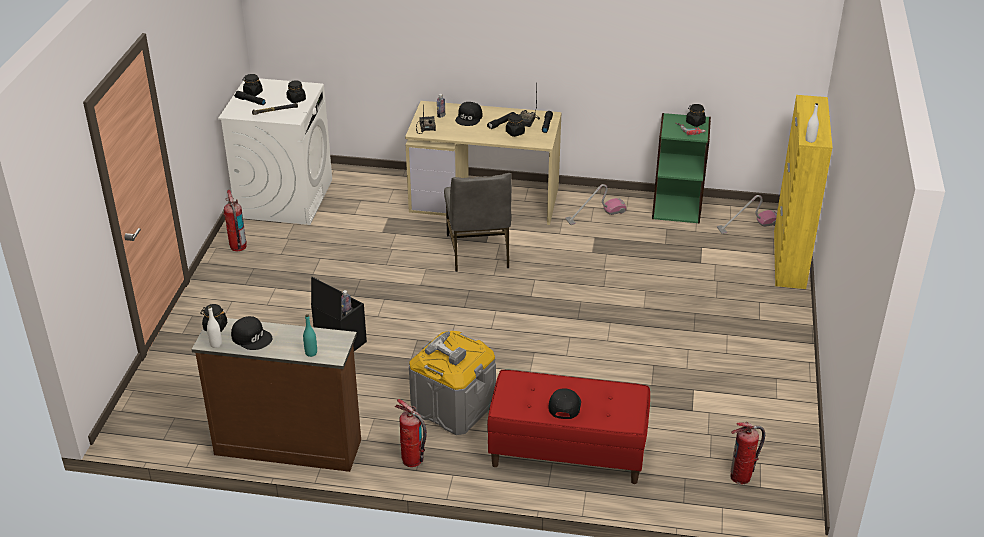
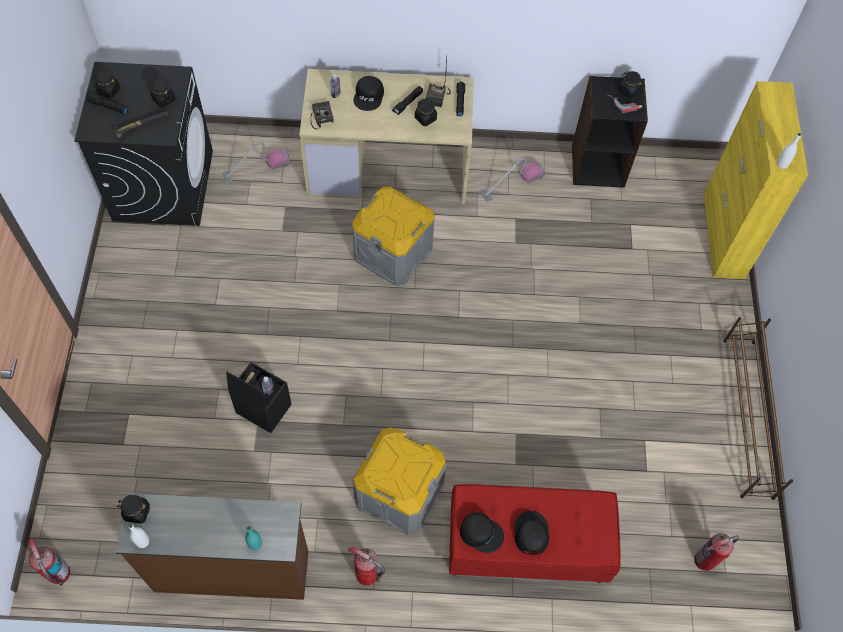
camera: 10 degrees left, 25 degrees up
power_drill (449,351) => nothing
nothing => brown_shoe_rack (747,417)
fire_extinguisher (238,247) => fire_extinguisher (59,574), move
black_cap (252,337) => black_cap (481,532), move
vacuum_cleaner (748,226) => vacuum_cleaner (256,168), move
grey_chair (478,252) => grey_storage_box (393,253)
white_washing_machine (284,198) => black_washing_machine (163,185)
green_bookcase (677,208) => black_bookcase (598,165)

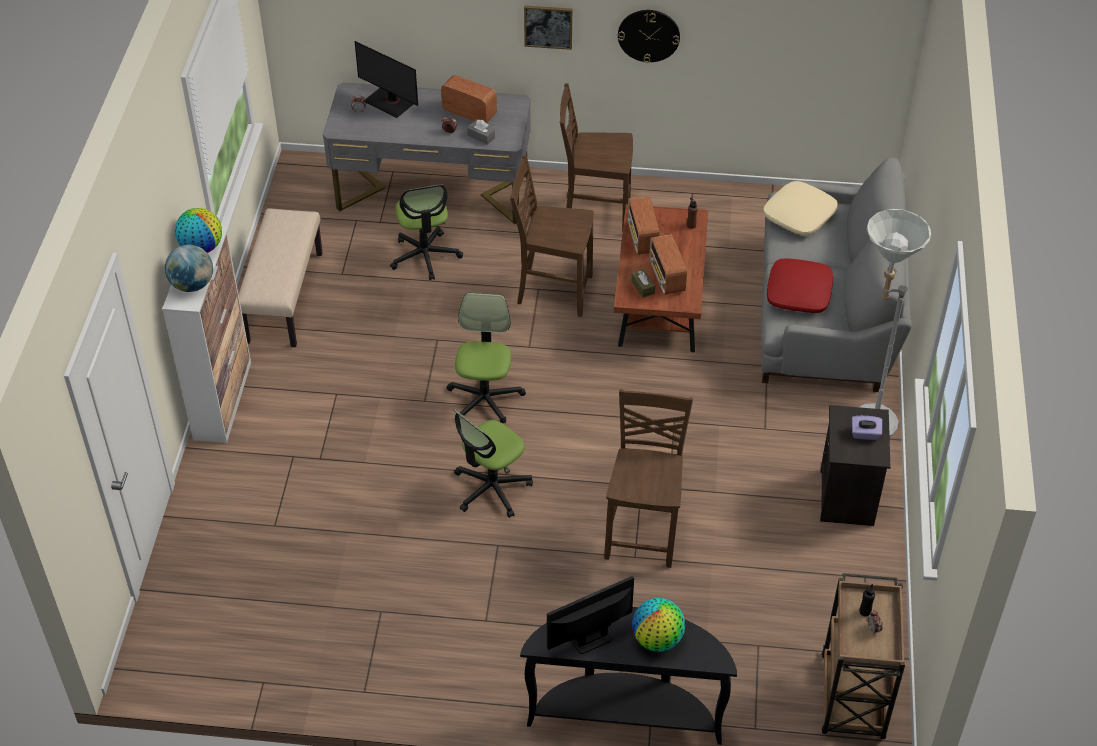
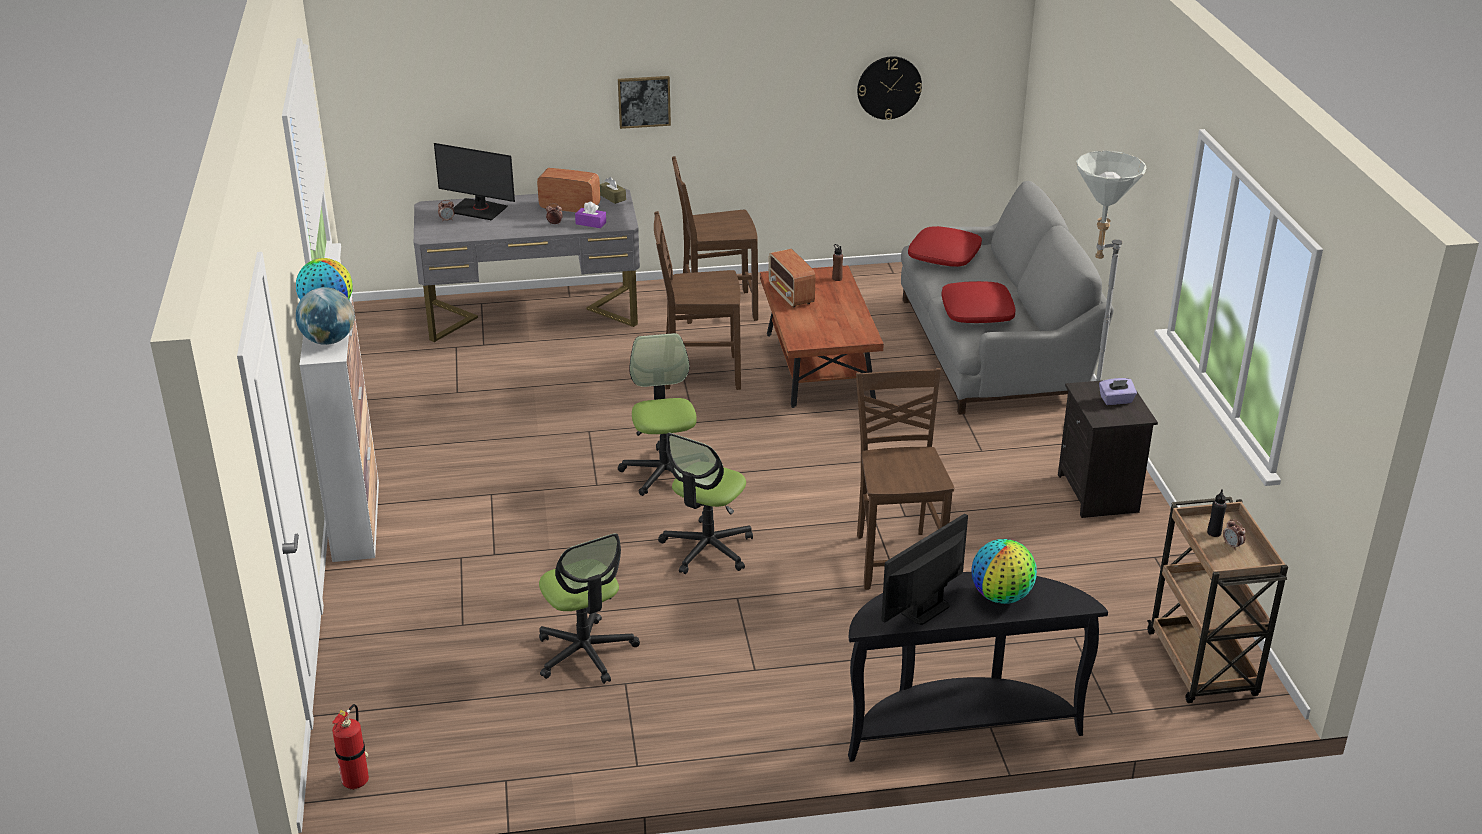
camera: 15 degrees left, 15 degrees down
beige_bench (283,297) => nothing
radio (667,278) => nothing
nothing => fire_extinguisher (357,780)
office_chair (425,256) => office_chair (585,653), move
wall_clock (648,35) => wall_clock (889,87), move
brown_tissue_box (643,287) => brown_tissue_box (612,197), move
grey_tissue_box (481,136) => purple_tissue_box (591,223)
beige_pillow (799,215) => red_pillow (944,256)

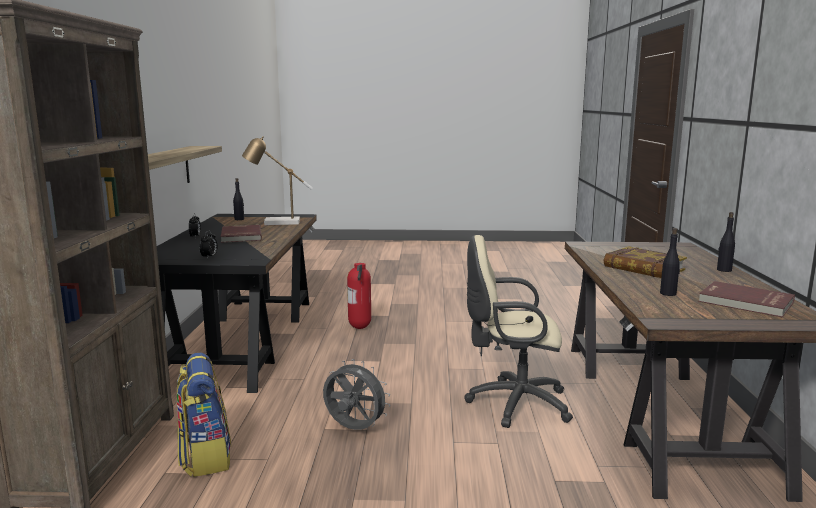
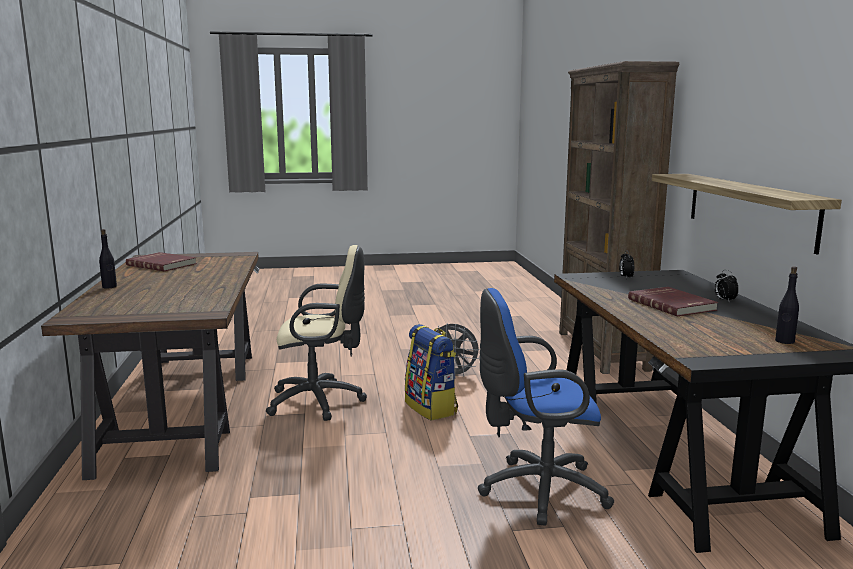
camera: 170 degrees right, 0 degrees up
table_lamp (276,223) => nothing
book (643,268) => nothing
black_bottle (668,293) => nothing
backpack (205,457) => backpack (432,408), move
fire_extinguisher (360,328) => blue_office_chair (536,490)

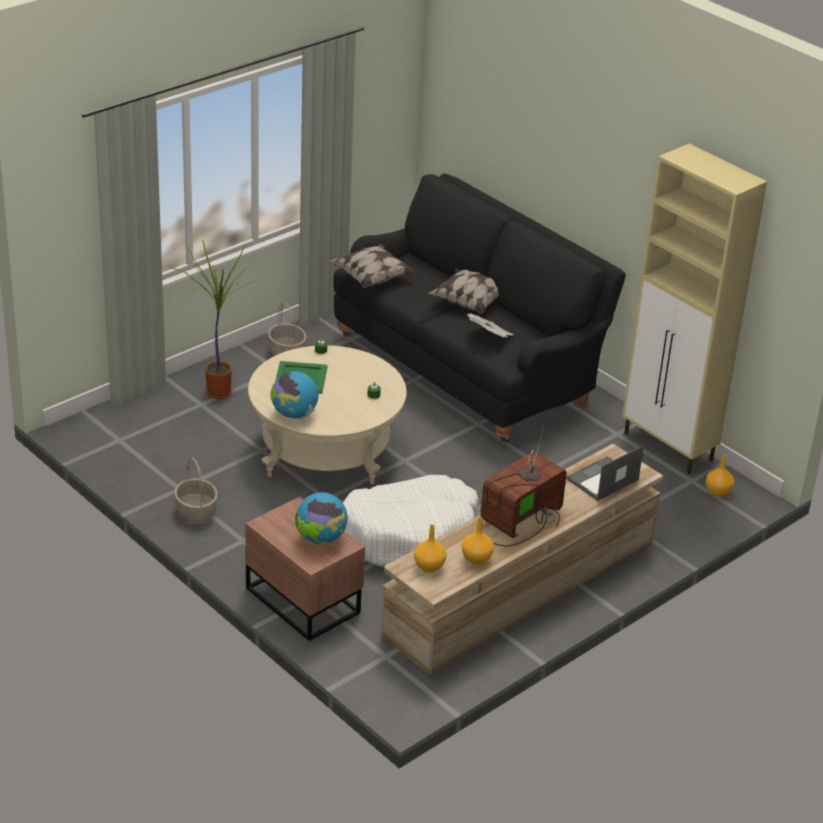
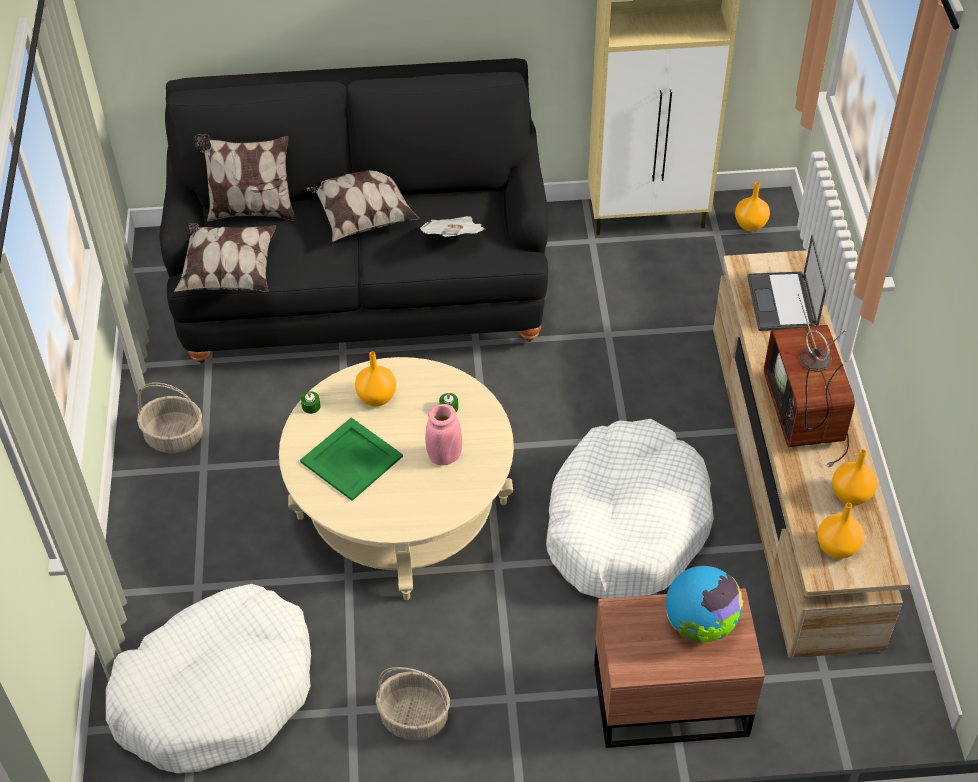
camera: 50 degrees left, 15 degrees up
potted_plant (216,392) => nothing
globe (294,414) => nothing
nothing => white_dog_bed (217,691)
nothing => pillow (251,211)
nothing => orange_vase (377,397)
nothing => pink_vase (444,456)

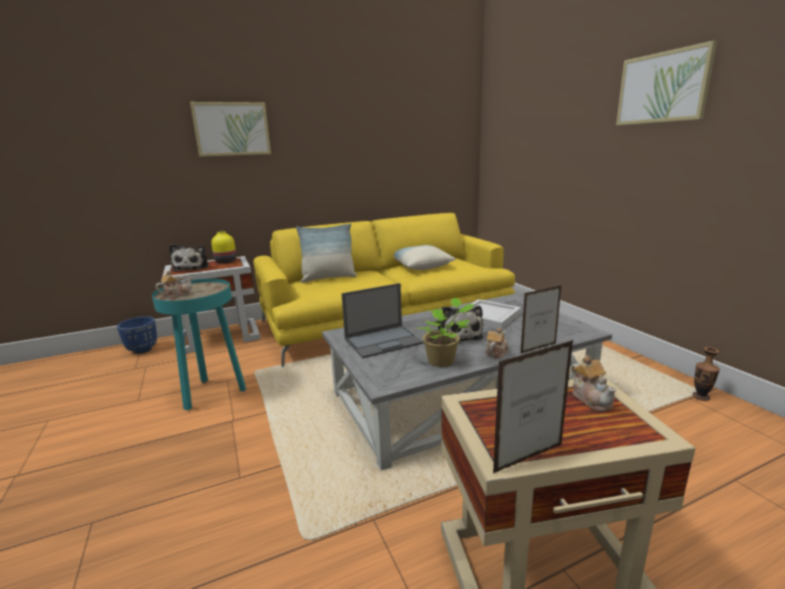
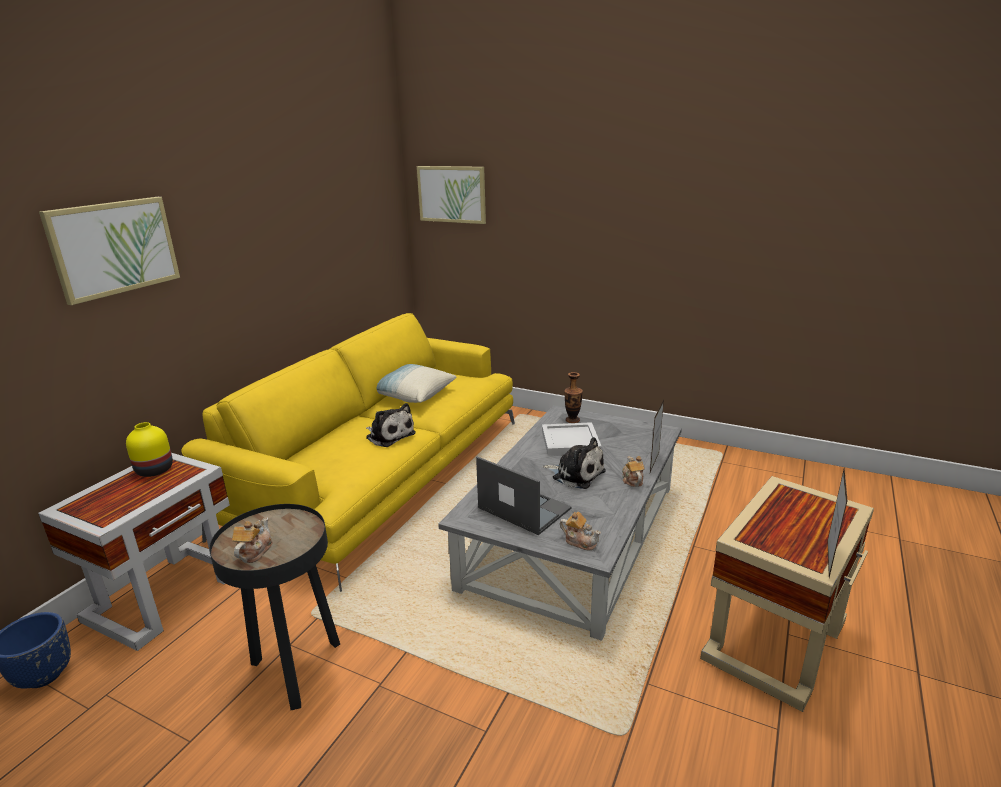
camera: 40 degrees left, 5 degrees up
pillow (328,278) => nothing
potted_plant (443,361) => nothing
plush_toy (192,267) => plush_toy (389,435), move
teapot (591,399) => teapot (580,541), move
picture (662,88) => picture (452,194), move
vase (701,397) => vase (572,420), move
turquoise_side_table (212,393) => black_side_table (295,671)
laptop (384,341) => laptop (523,508), 75 degrees counterclockwise

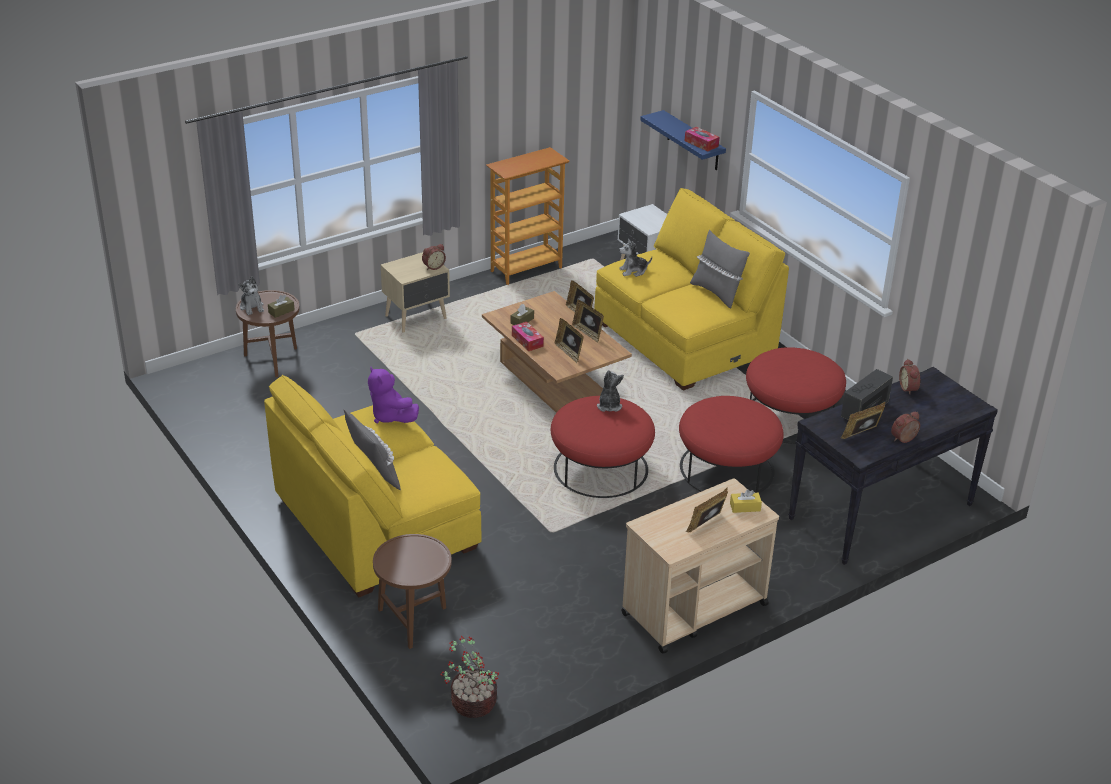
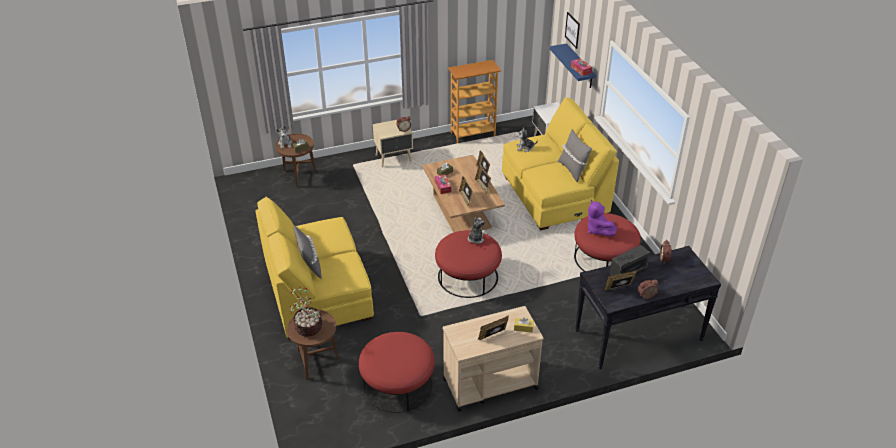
camera: 15 degrees right, 5 degrees up
nothing => picture (572,30)
purple_plush_toy (390,416) => purple_plush_toy (598,230), move
potted_plant (472,702) => potted_plant (308,327), move
red_ottoman (727,469) => red_ottoman (398,385), move

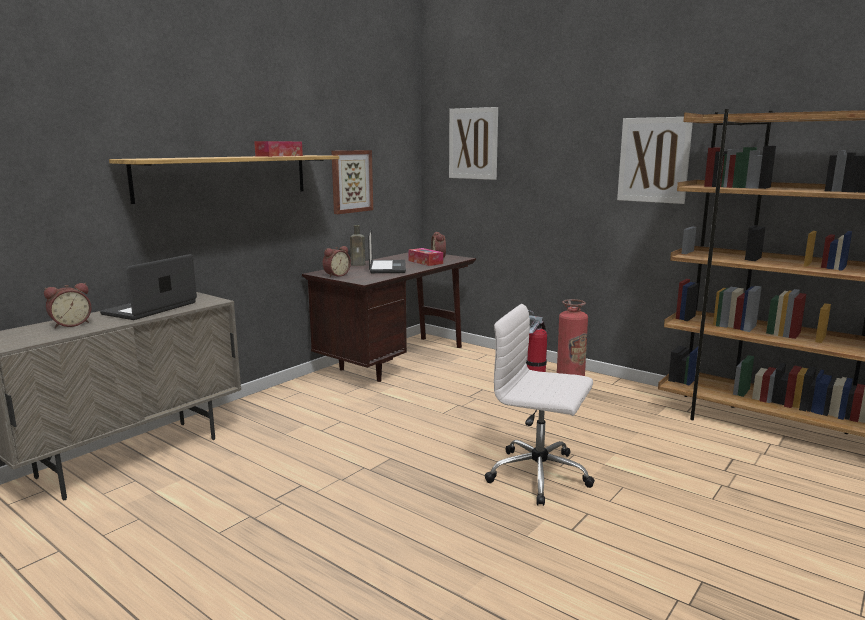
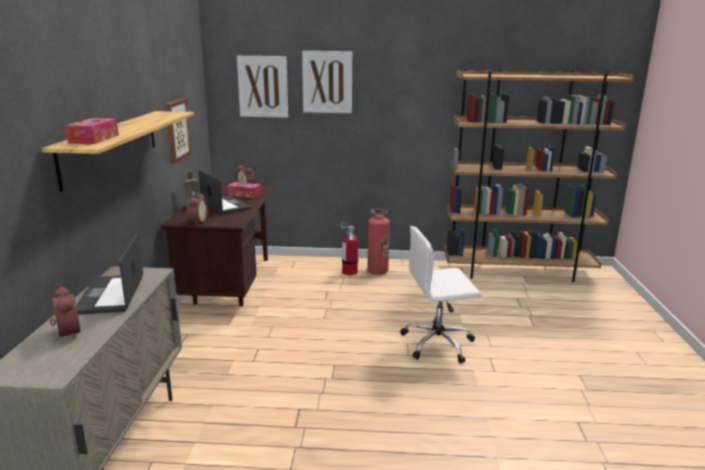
camera: 35 degrees left, 5 degrees up
tissue_box (279,156) => tissue_box (94,139), move
picture (654,160) => picture (327,82), move
alarm_clock (70,324) => alarm_clock (66,333), 45 degrees counterclockwise

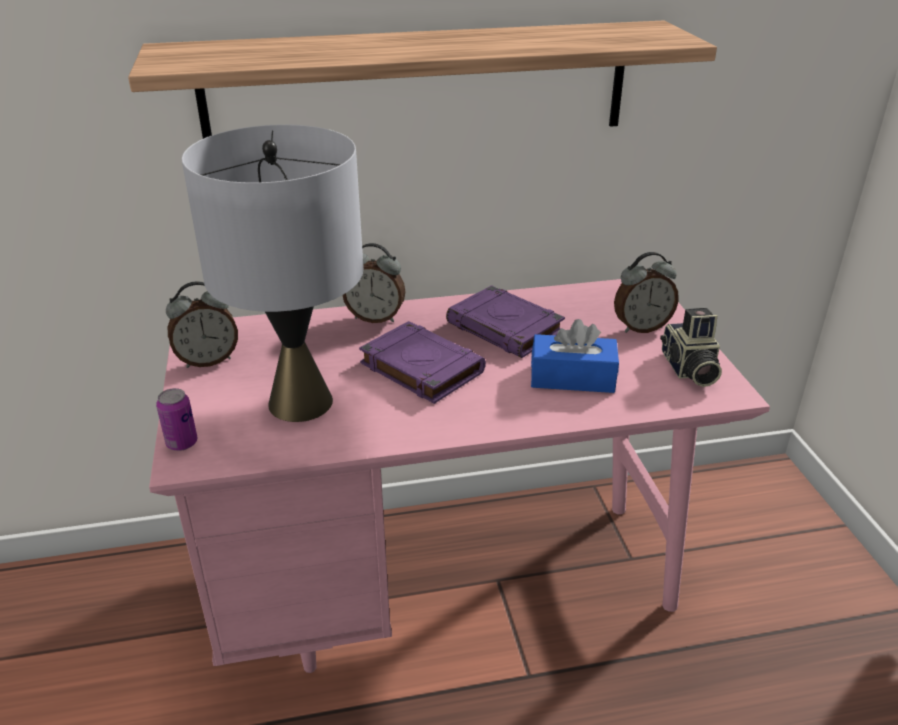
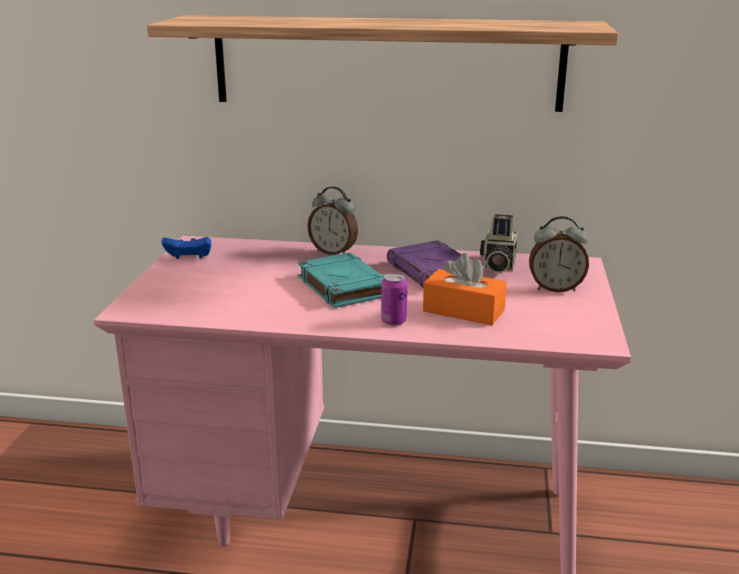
camera: 20 degrees right, 10 degrees down
grey_table_lamp (301,402) => nothing
can (182,443) => can (393,321), move
photo_camera (688,369) => photo_camera (497,265), move
alarm_clock (208,360) => blue_game_controller (189,259)
purple_book (420,367) => turquoise_book (343,286)
blue_tissue_box (572,378) => orange_tissue_box (463,311)

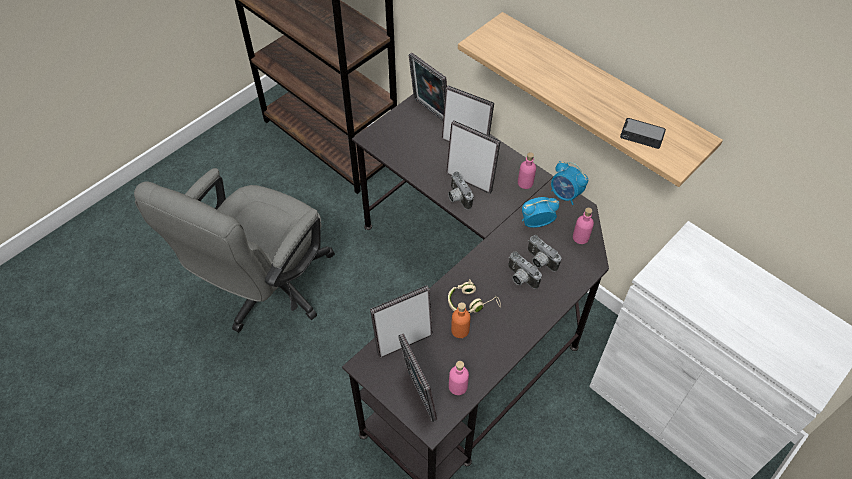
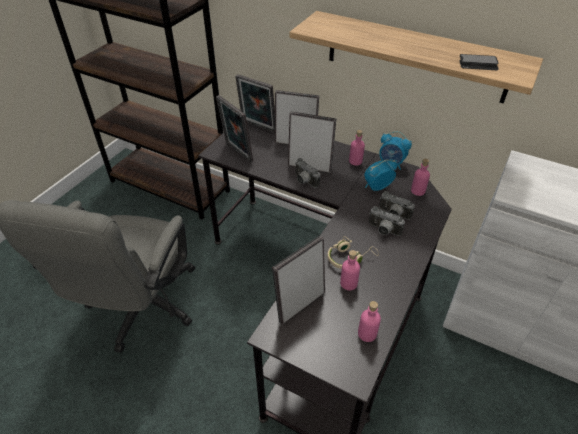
camera: 15 degrees left, 10 degrees down
picture_frame (418,396) => picture_frame (237,153), move
orange_bottle (460,330) => pink_bottle (348,283)

